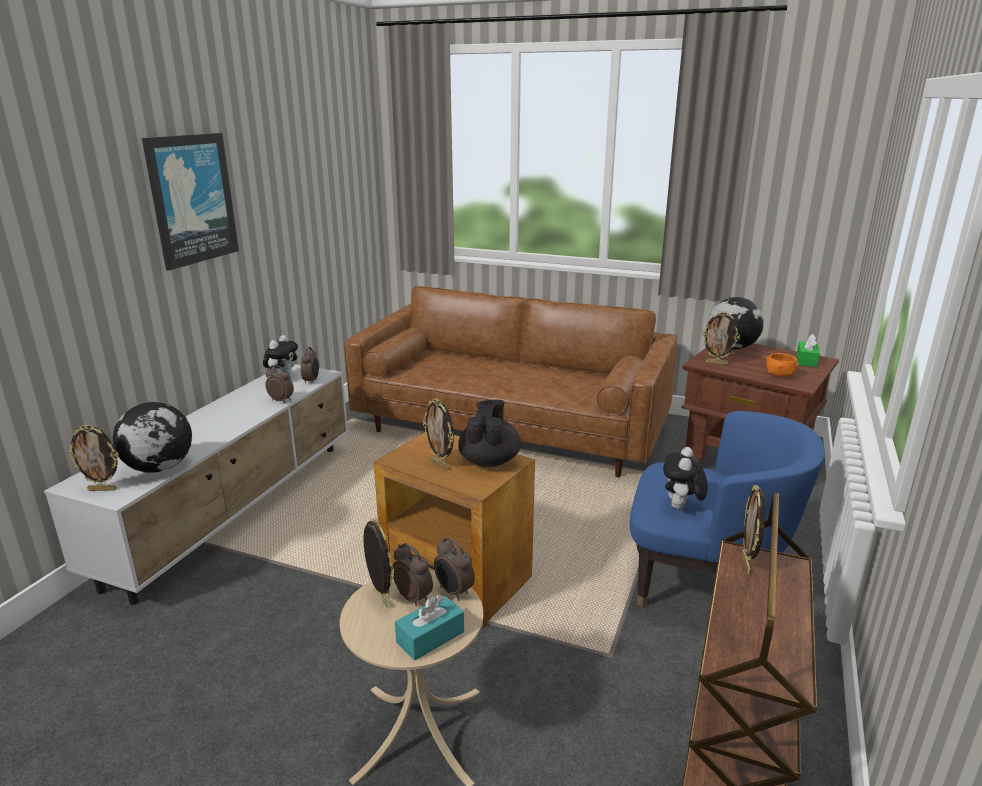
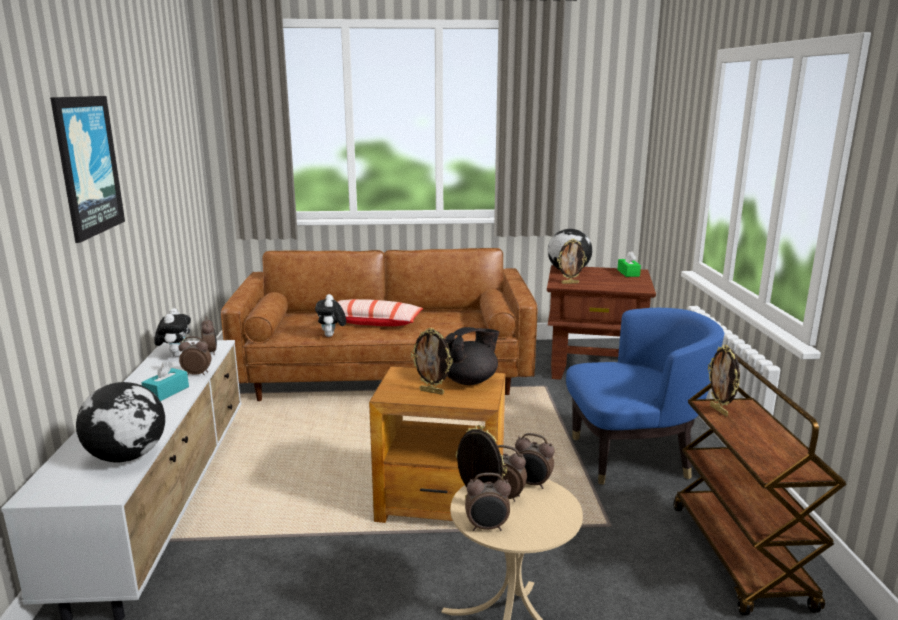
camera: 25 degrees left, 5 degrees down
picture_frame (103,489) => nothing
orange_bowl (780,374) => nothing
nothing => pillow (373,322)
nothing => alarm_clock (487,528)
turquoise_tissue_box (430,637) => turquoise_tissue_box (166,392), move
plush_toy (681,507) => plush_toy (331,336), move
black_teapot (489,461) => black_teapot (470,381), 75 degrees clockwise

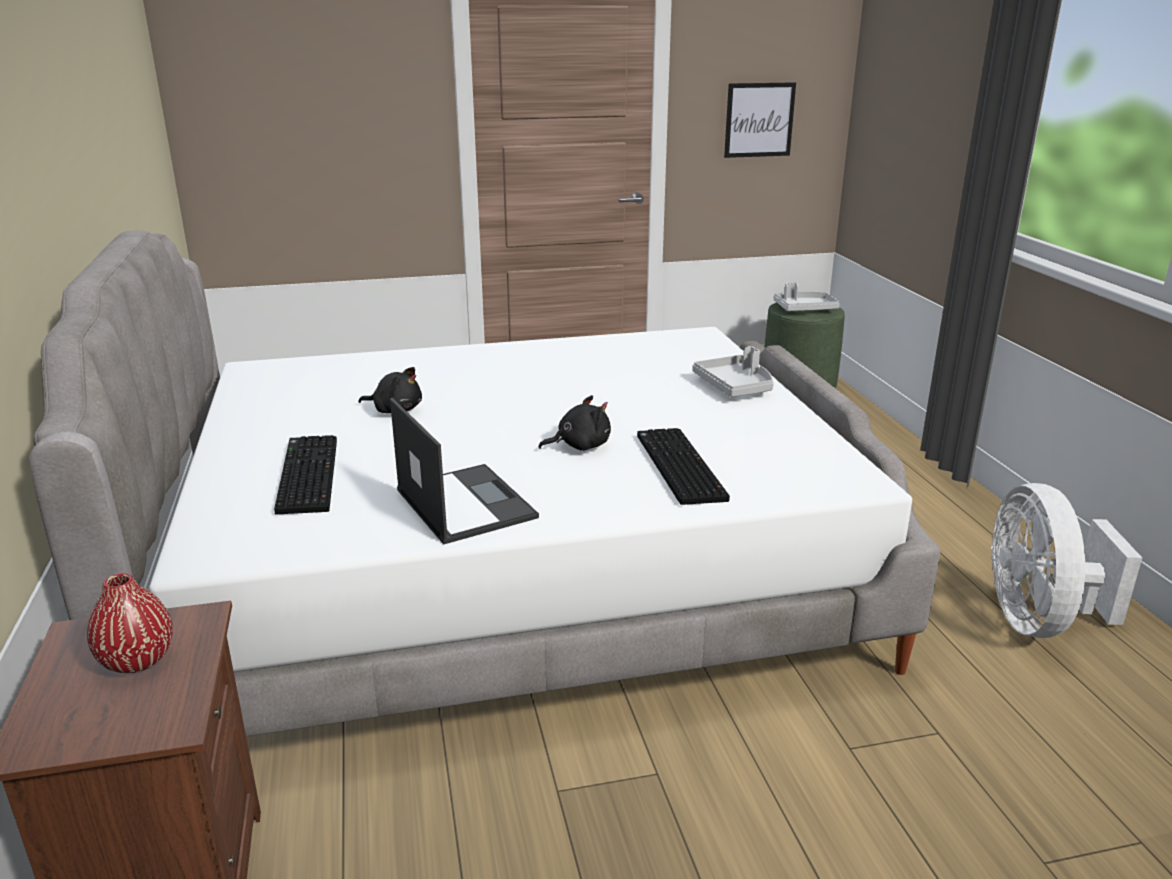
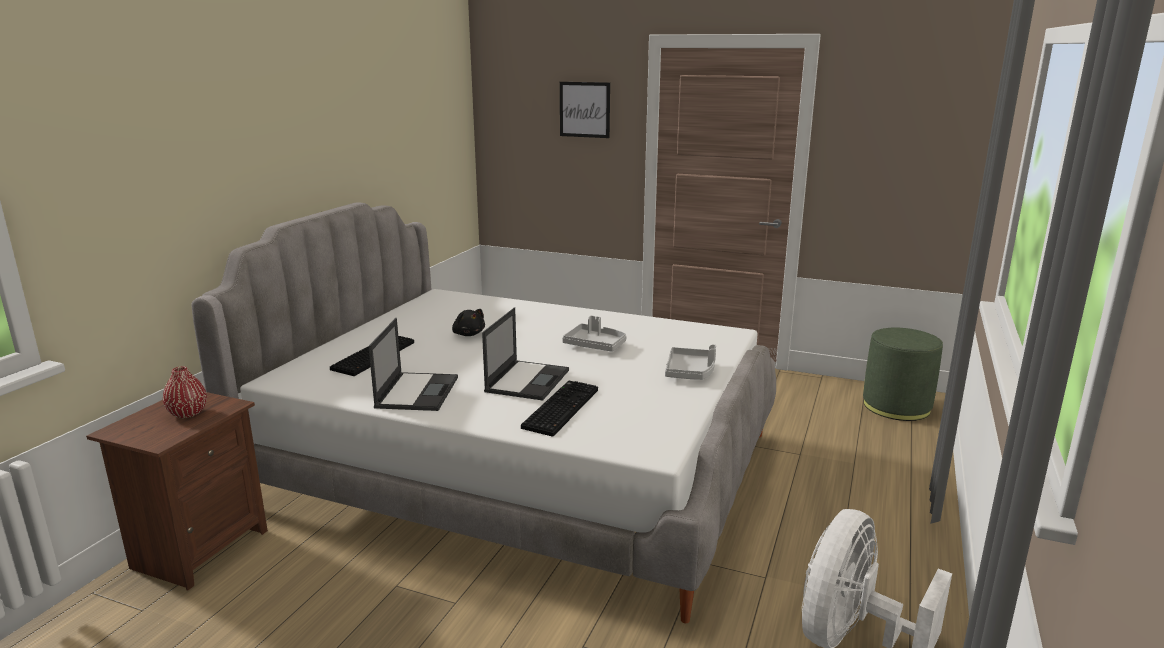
camera: 35 degrees right, 5 degrees down
picture (759,120) => picture (584,109), move
grey_tray (804,309) => grey_tray (595,345), move
black_plush_toy (580,446) => laptop (527,380)

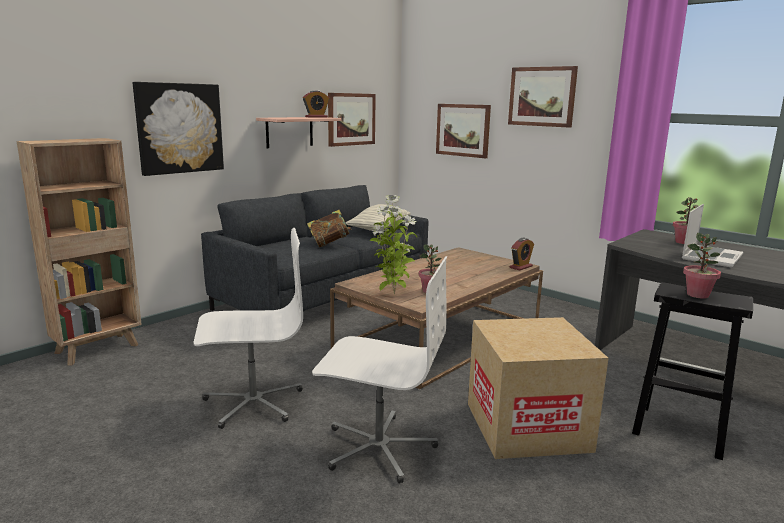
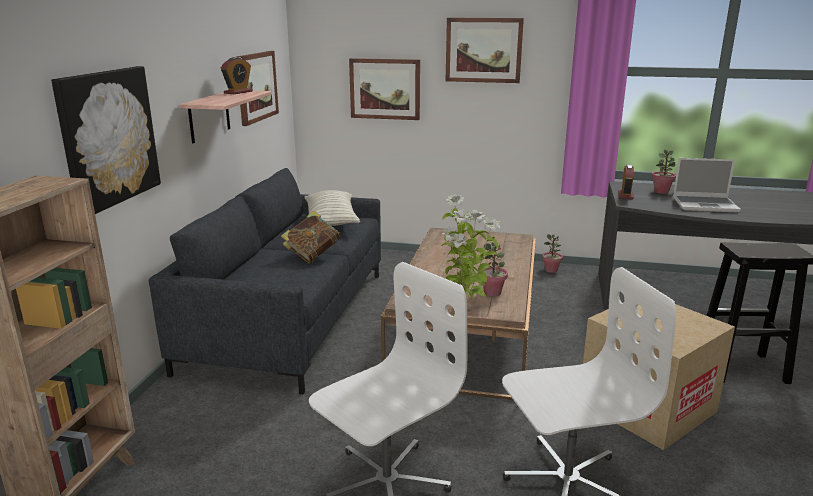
camera: 30 degrees left, 5 degrees up
alarm_clock (521,267) => alarm_clock (625,195), move
potted_plant (697,295) => potted_plant (551,270), move
laptop (711,257) => laptop (705,205), 90 degrees clockwise

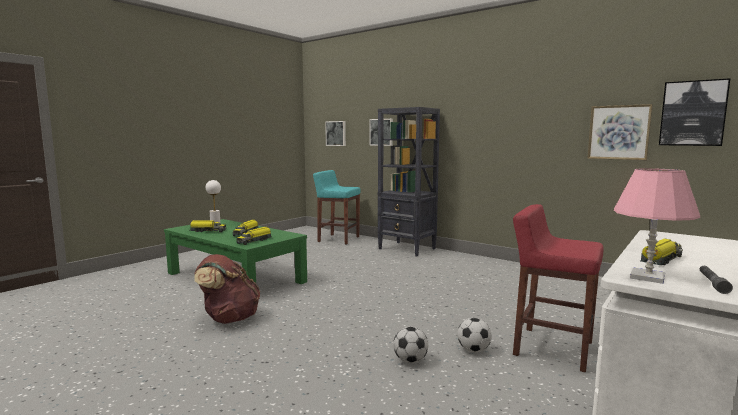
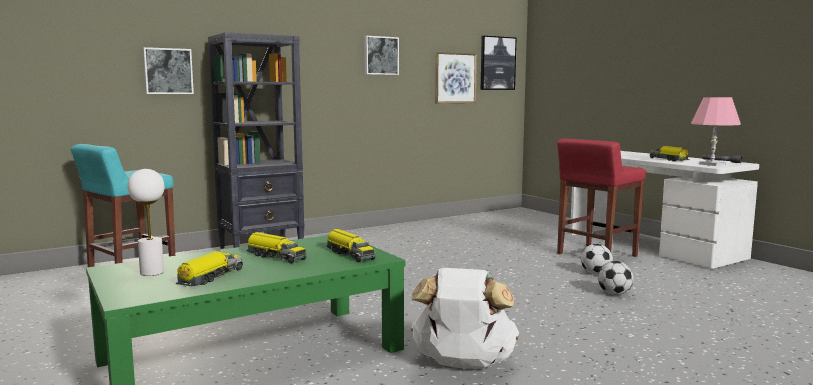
camera: 70 degrees left, 0 degrees up
picture (336,133) => picture (380,55), move
brown_backpack (229,318) => white_backpack (463,364)

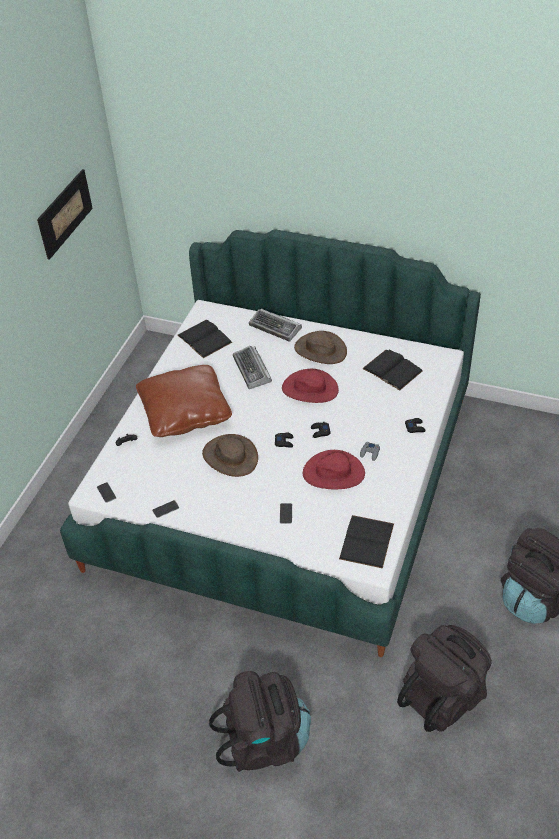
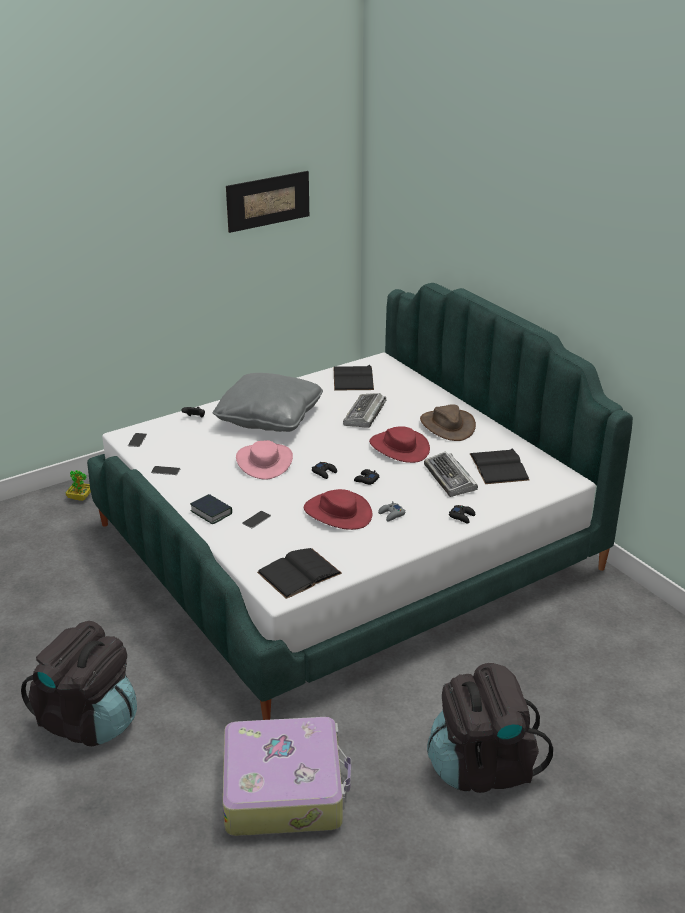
camera: 35 degrees right, 15 degrees down
nothing => potted_plant (80,497)
nothing => book (211,512)
keyboard (276,328) => keyboard (450,479), move
black_backpack (444,695) => suitcase (284,788)
brown_pillow (185,412) => grey_pillow (269,418)
brown_hat (230,456) => pink_hat (264,461)

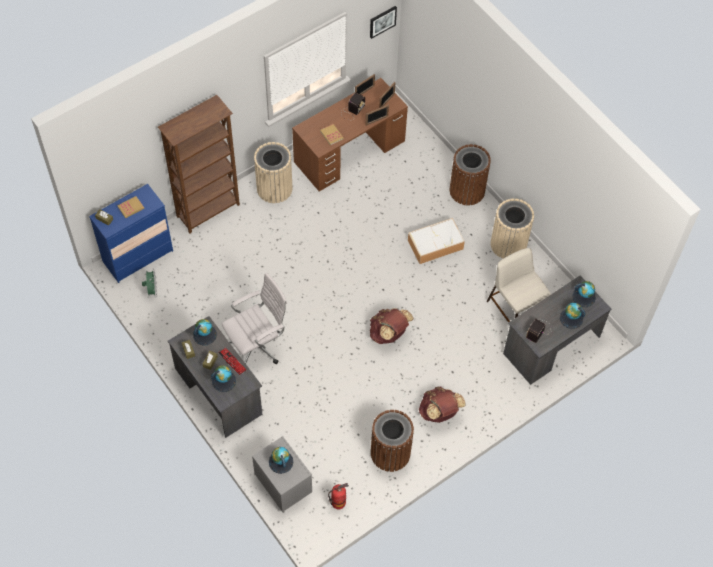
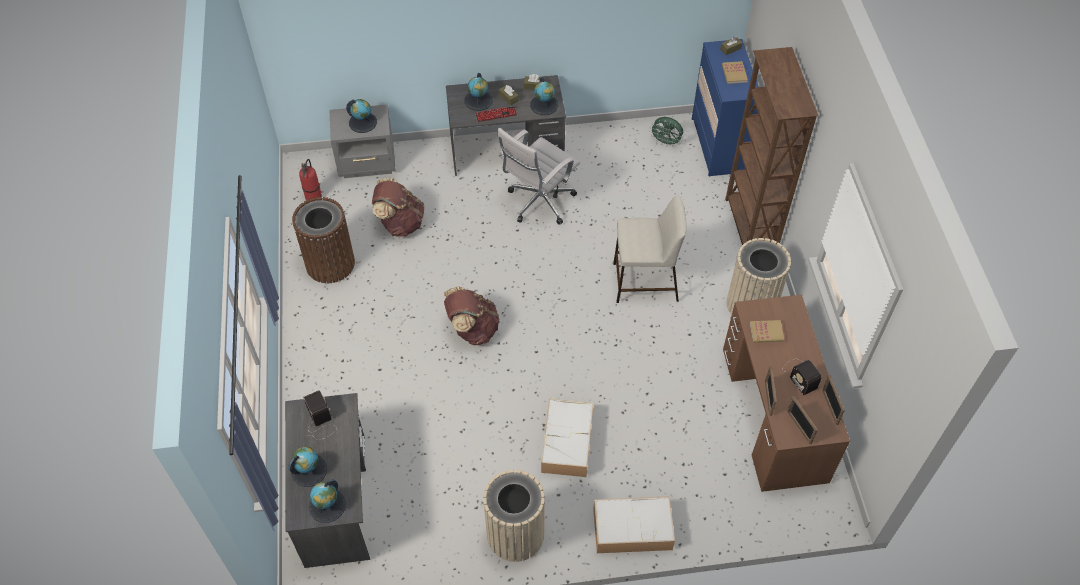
camera: 120 degrees right, 5 degrees down
picture (382,21) => nothing
brown_backpack (439,412) => brown_backpack (400,223), move
beige_stool (515,311) => beige_stool (644,282), move
brown_trash_can (467,190) => storage_box (633,529)
white_office_chair (258,346) => white_office_chair (538,203), 45 degrees clockwise

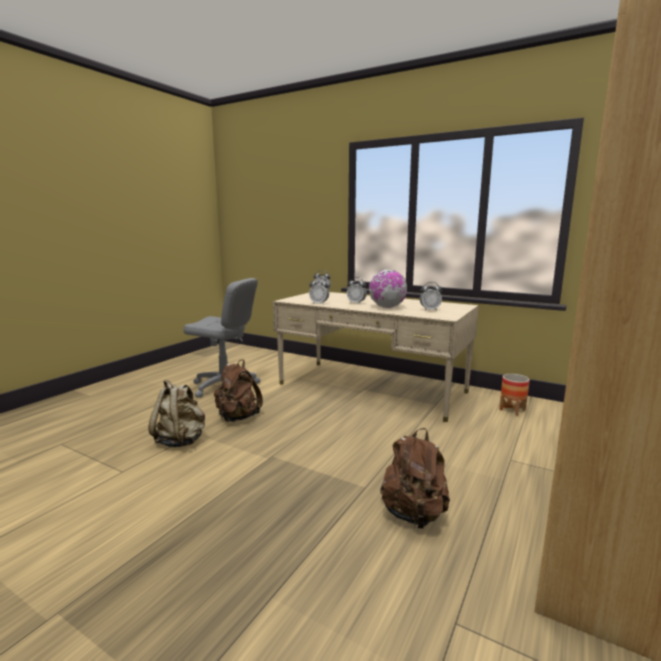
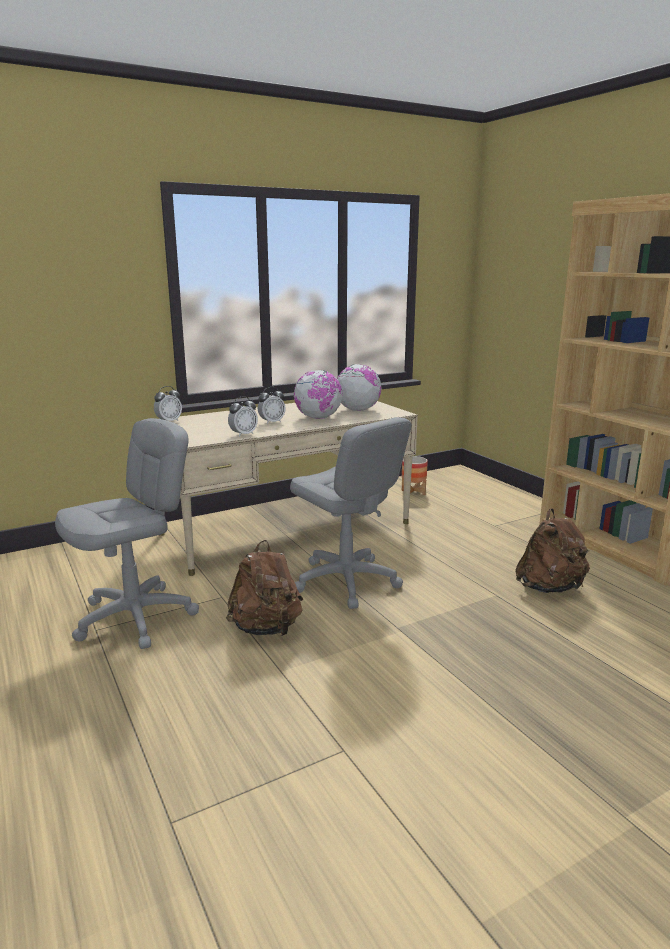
camera: 60 degrees left, 5 degrees up
beige_backpack (181,440) => nothing
nothing => grey_office_chair (346,581)
alarm_clock (430,310) => globe (357,410)

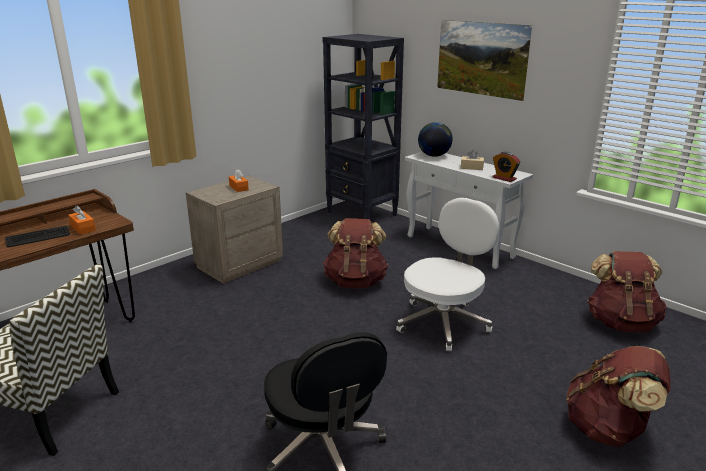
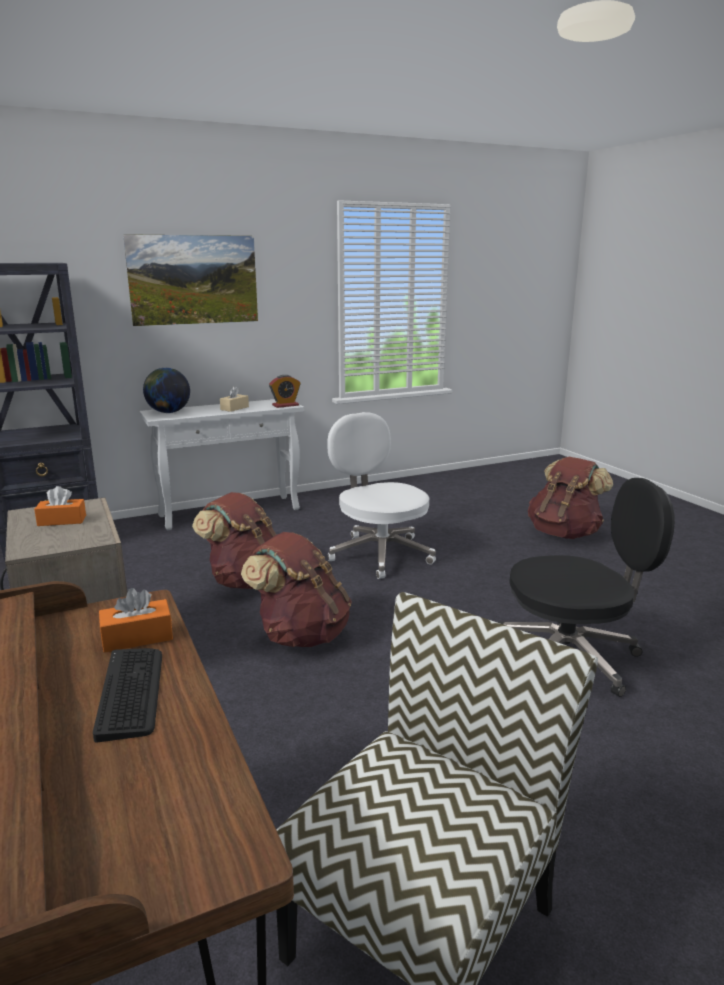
camera: 70 degrees left, 5 degrees down
brown_backpack (621,322) => brown_backpack (300,635), move

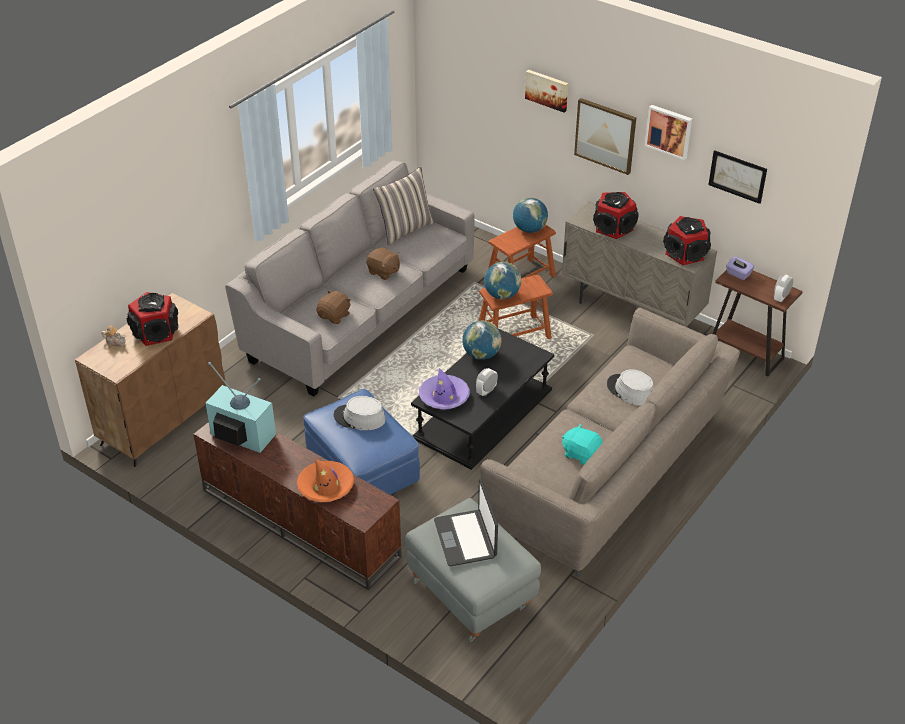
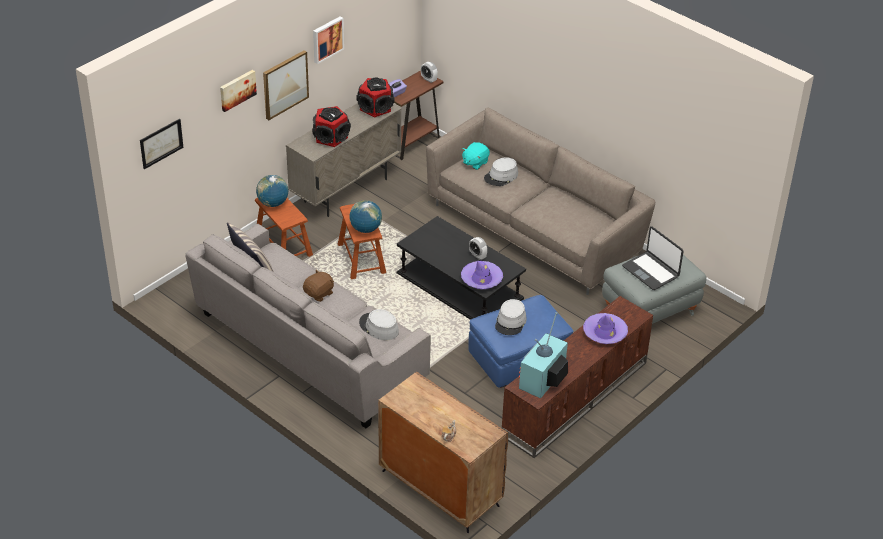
camera: 85 degrees left, 0 degrees up
speaker (155,332) => nothing
globe (481,355) => nothing
turquoise_plush_toy (581,454) => turquoise_plush_toy (475,163), move
picture (737,176) => picture (161,143), move
brown_plush_toy (334,316) => grey_hat (378,327)
orange_hat (326,486) => purple_hat (604,332)
laptop (466,539) => laptop (651,271), 60 degrees clockwise

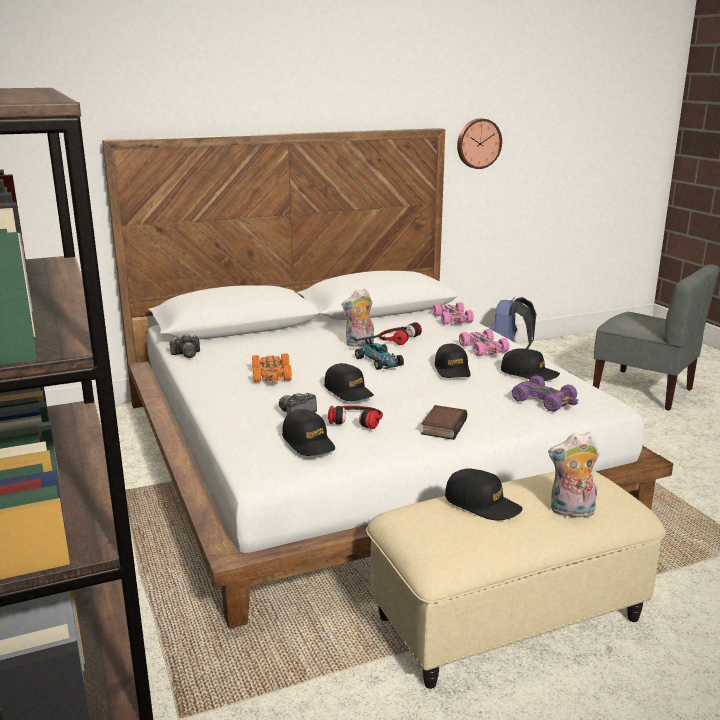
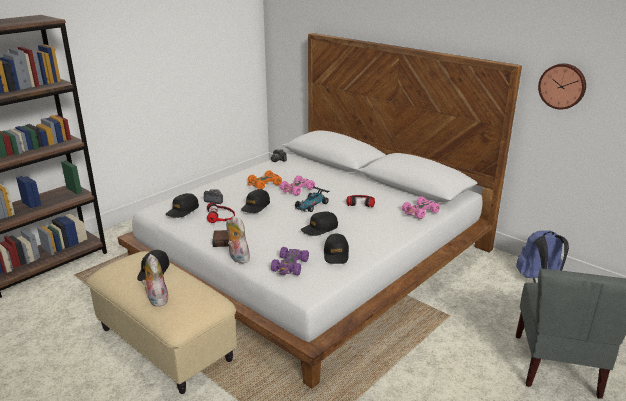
camera: 65 degrees right, 5 degrees up
plush_toy (359,344) => plush_toy (237,258), move
pink_toy_car (484,349) => pink_toy_car (297,189), move

